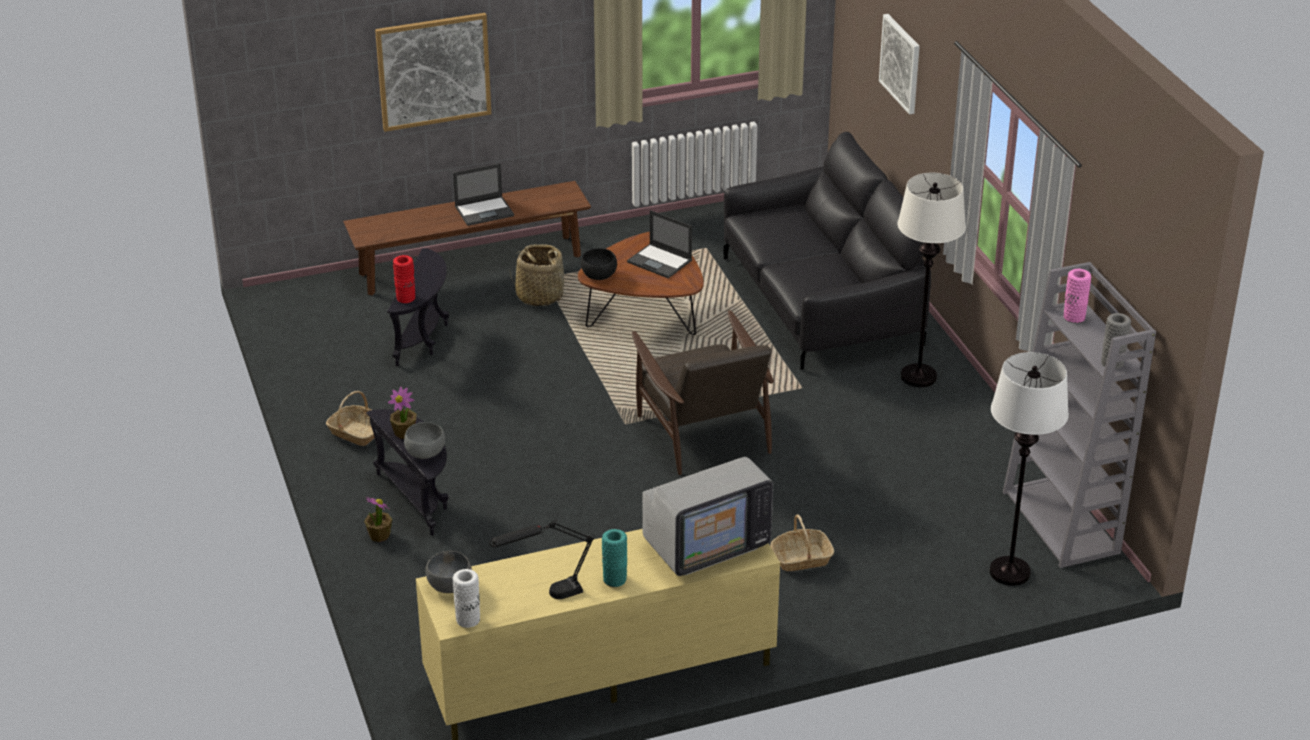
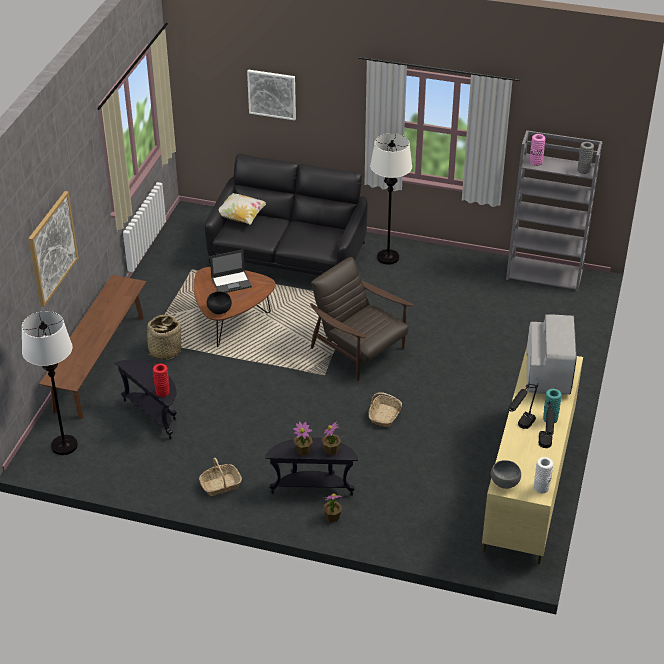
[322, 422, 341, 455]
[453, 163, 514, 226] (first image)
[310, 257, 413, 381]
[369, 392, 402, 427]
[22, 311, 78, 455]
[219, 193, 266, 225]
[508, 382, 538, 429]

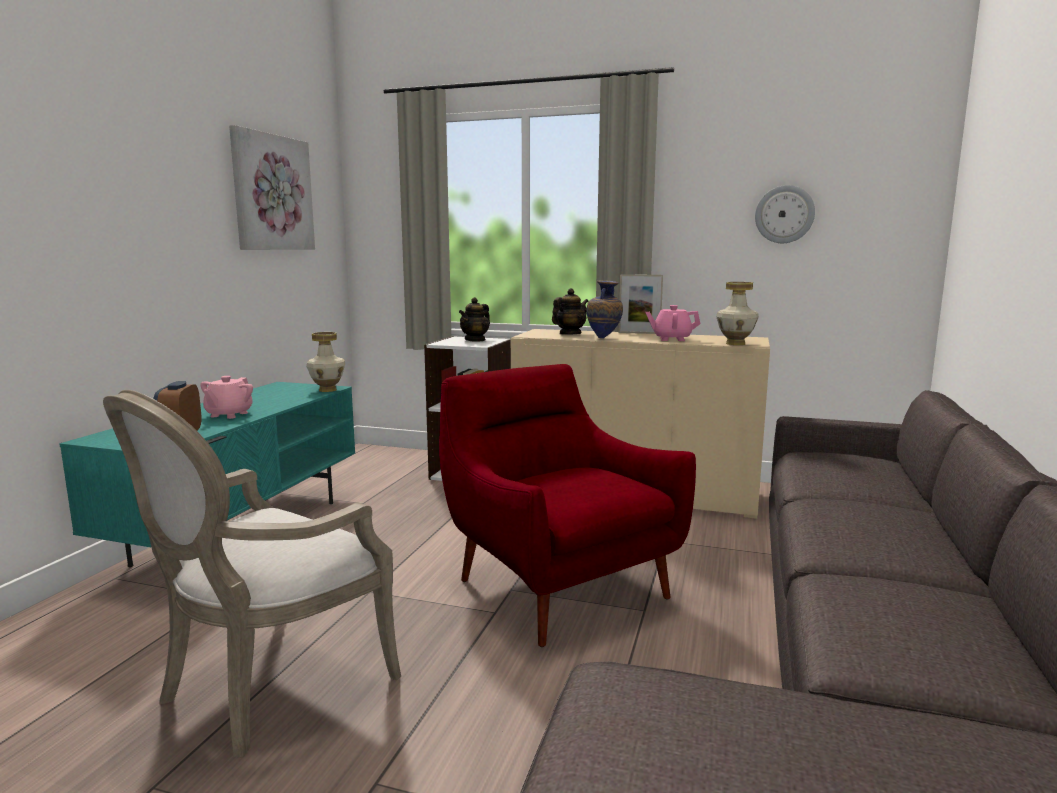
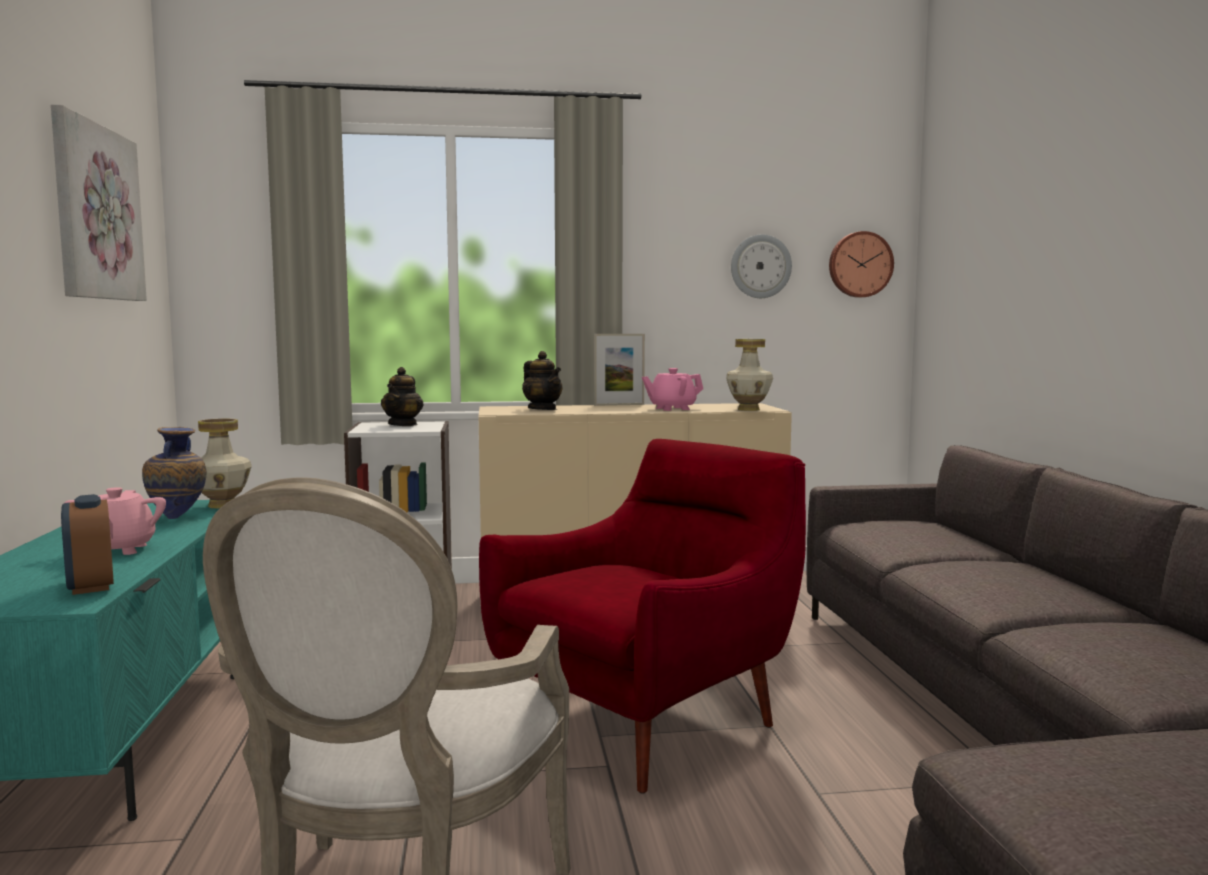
[479, 439, 806, 794]
[522, 351, 562, 410]
[142, 427, 206, 519]
[829, 231, 894, 298]

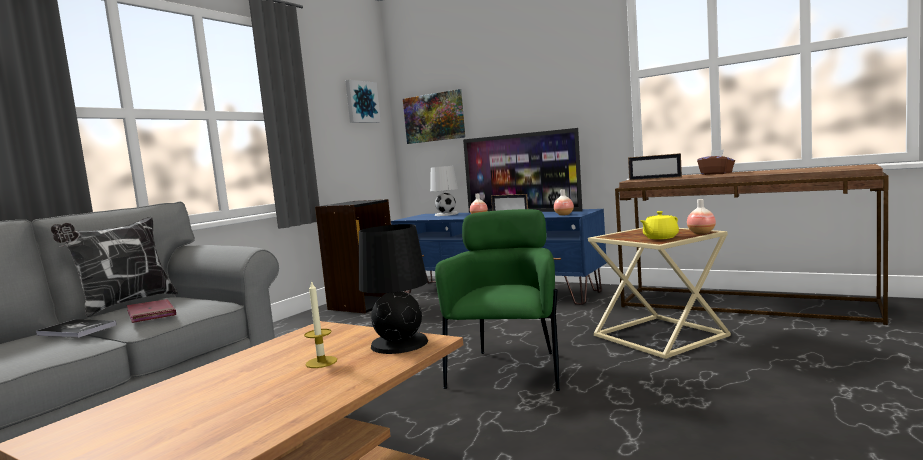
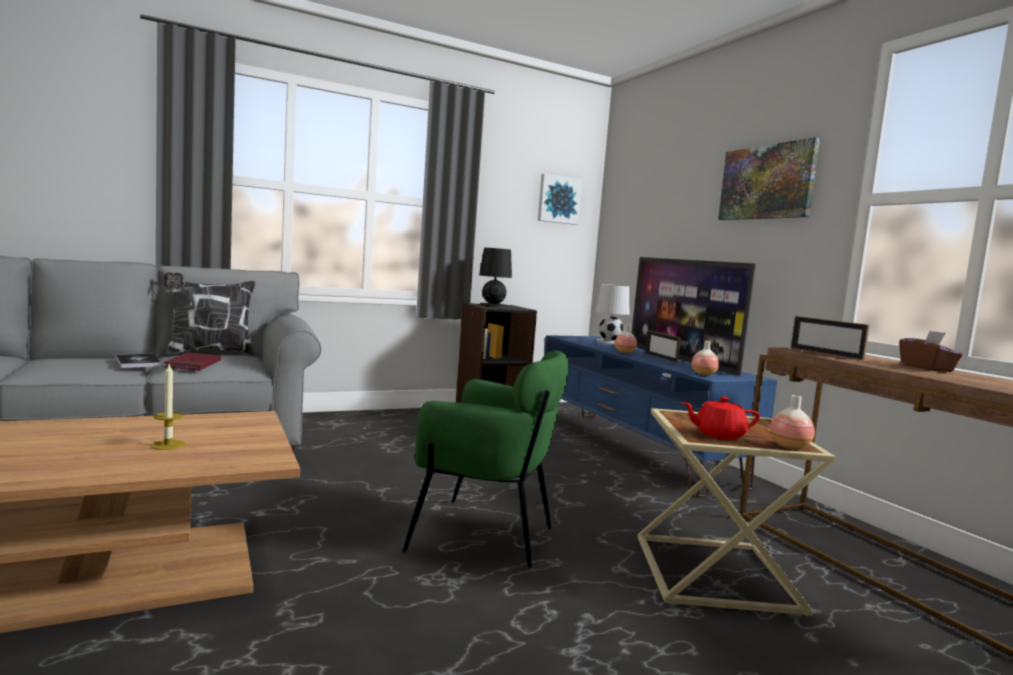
[479, 248, 512, 307]
[718, 137, 820, 220]
[402, 351, 569, 568]
[682, 397, 760, 440]

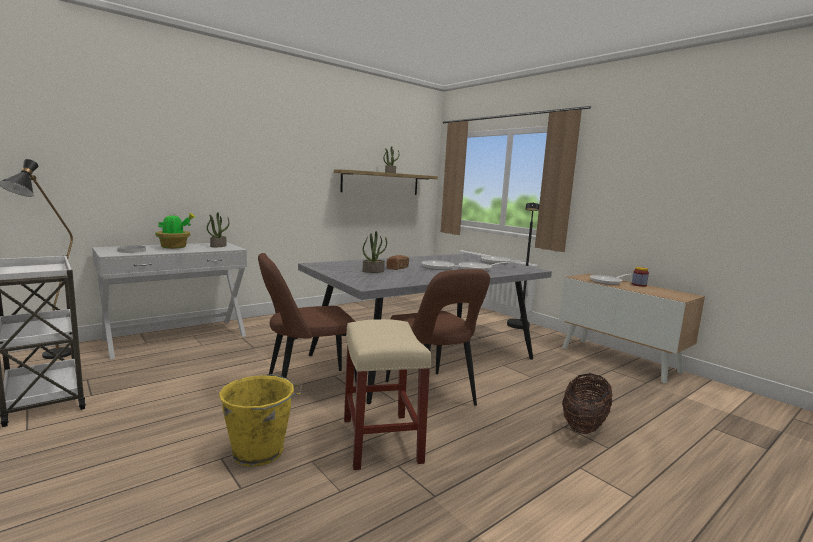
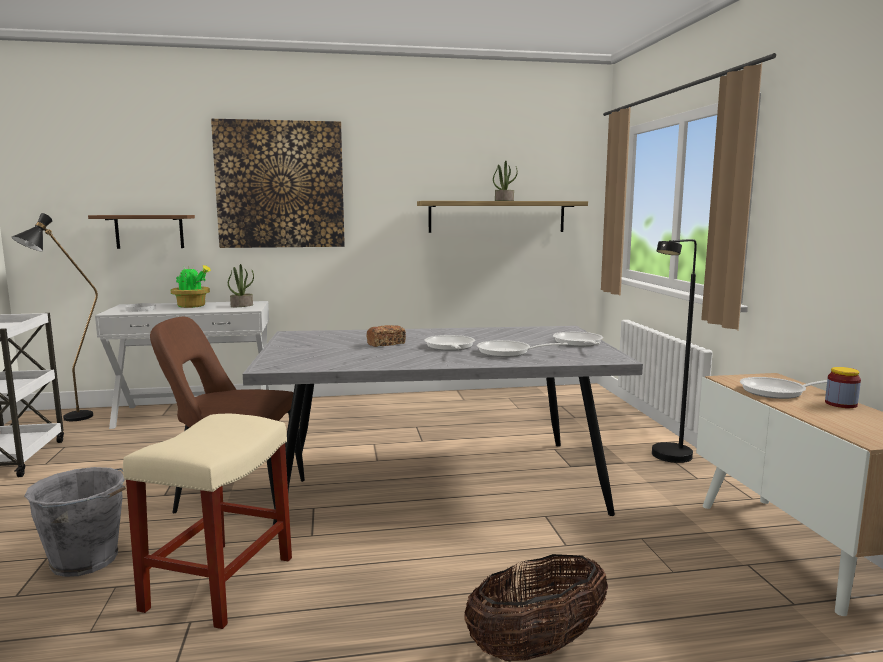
[24, 467, 126, 577]
[363, 231, 387, 273] (first image)
[386, 269, 490, 406] (first image)
[88, 215, 195, 249]
[211, 119, 345, 248]

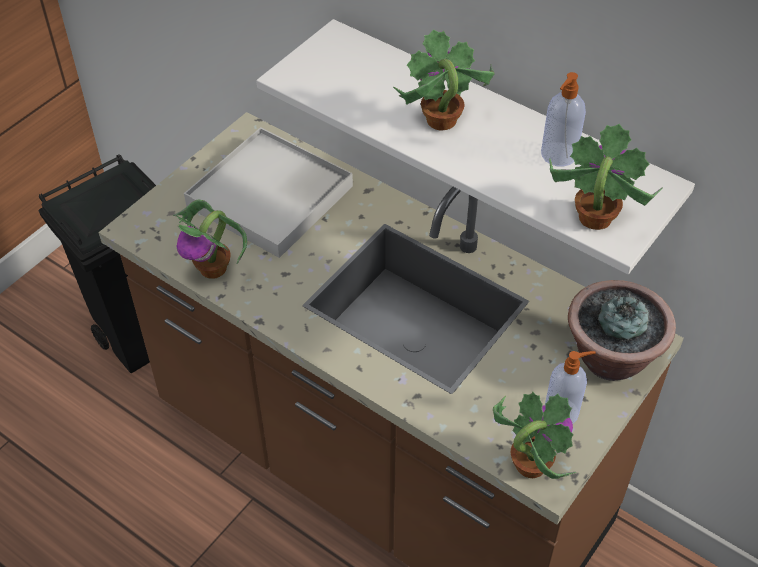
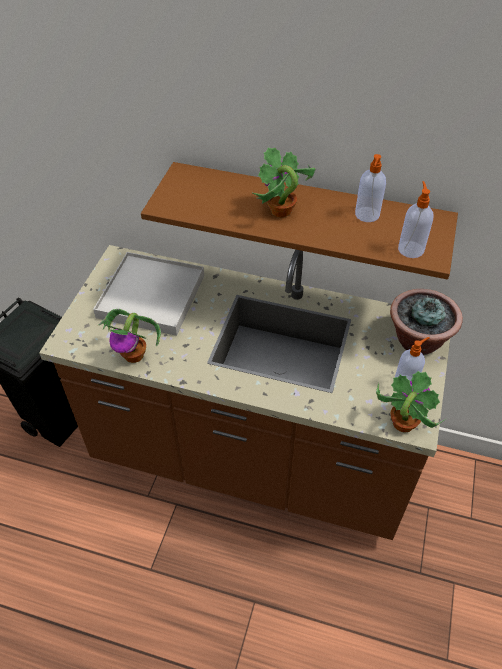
[141, 162, 458, 279]
[398, 181, 433, 258]

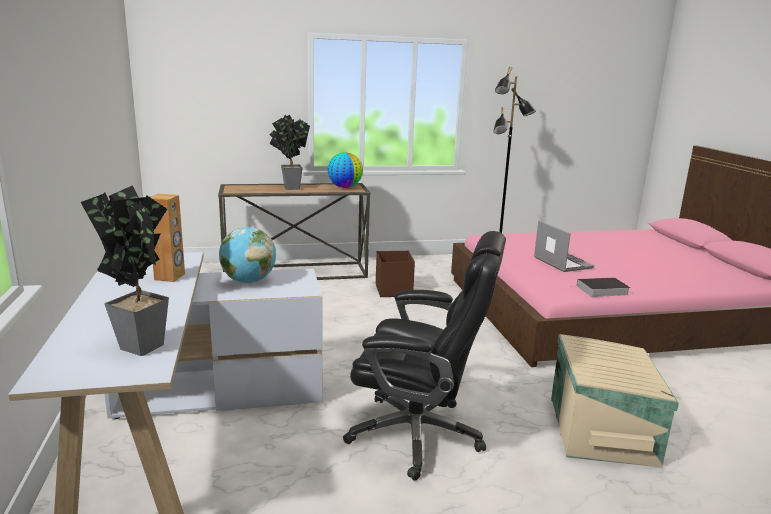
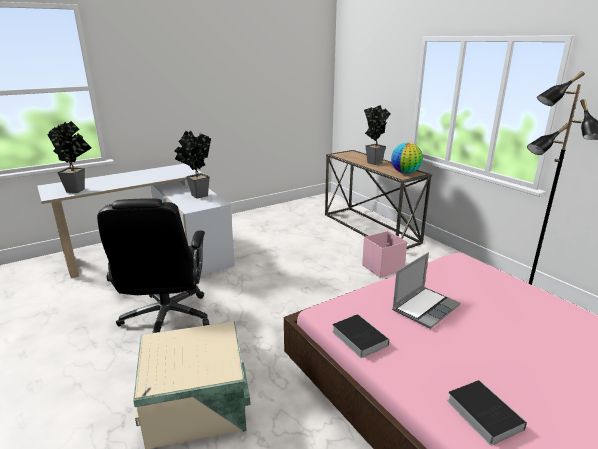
[150, 194, 185, 282] (first image)
[175, 131, 211, 198]
[362, 231, 407, 278]
[447, 380, 527, 446]

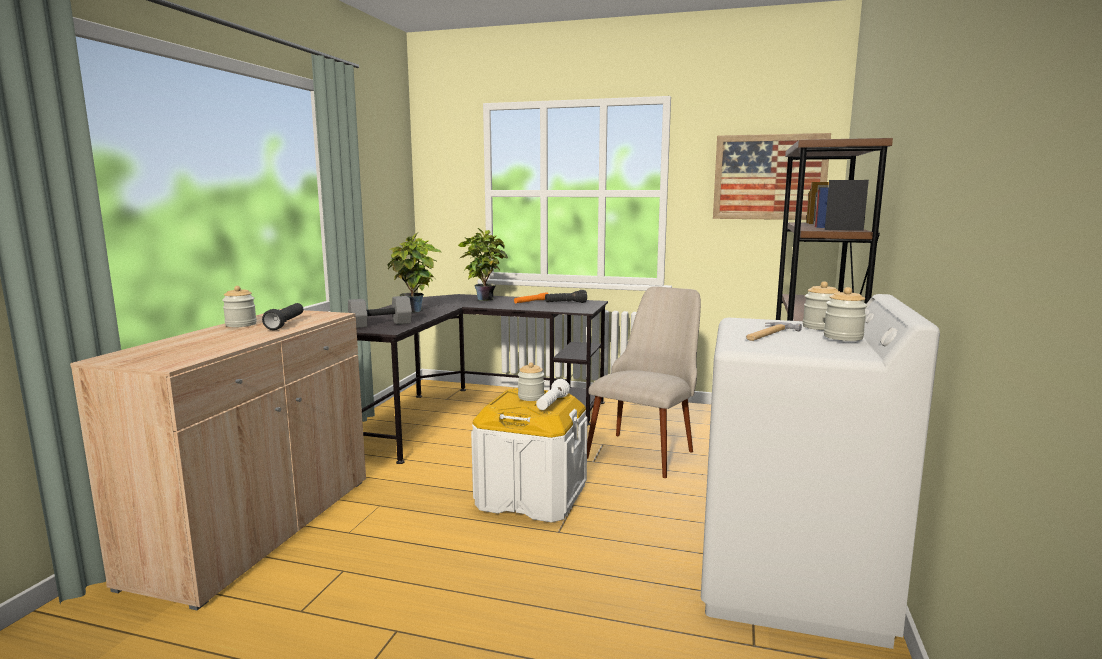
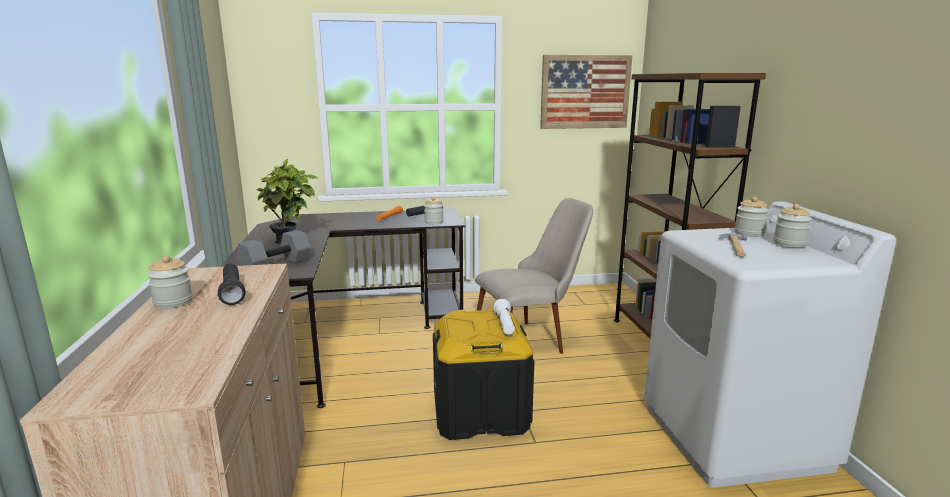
[458, 228, 508, 301] (first image)
[433, 308, 534, 440]
[424, 197, 443, 224]
[476, 198, 593, 354]

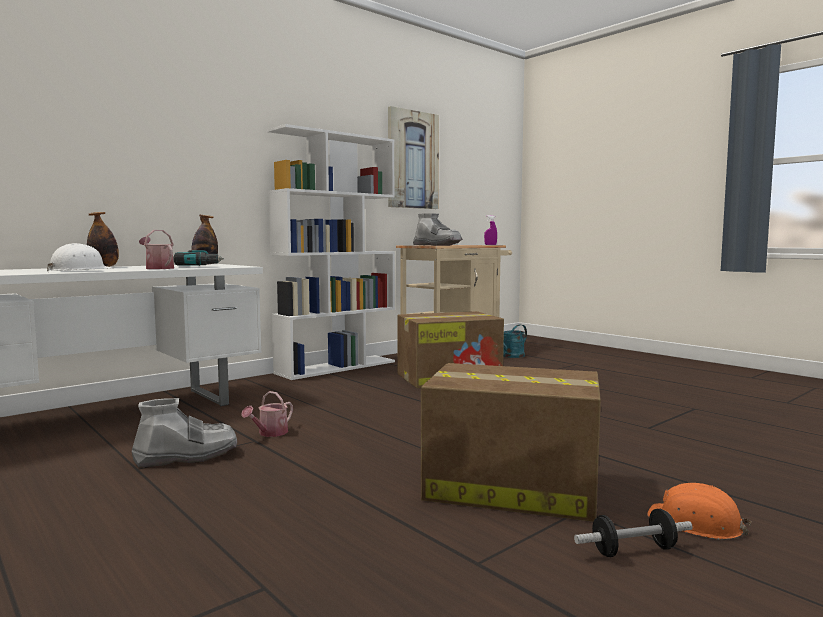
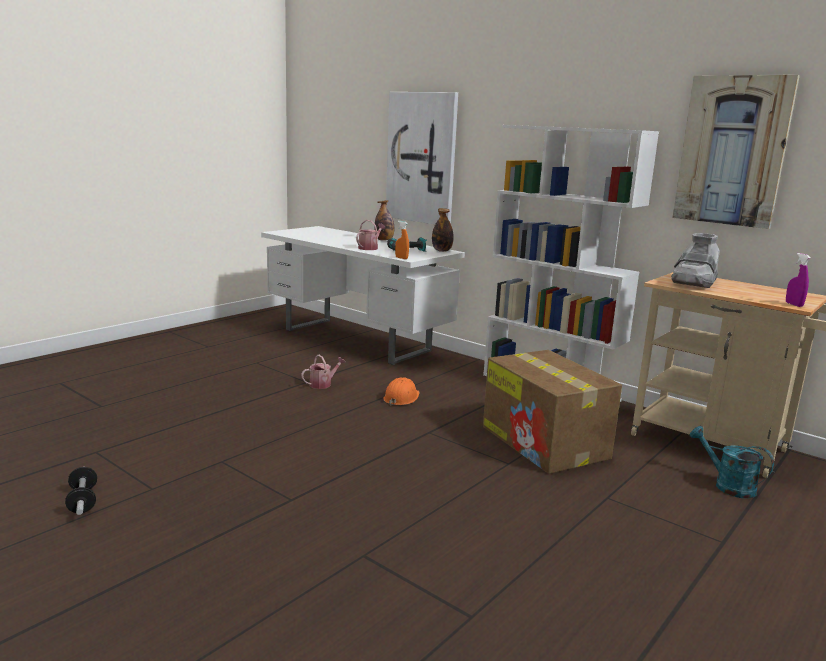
[47, 243, 112, 271] (first image)
[132, 398, 237, 468] (first image)
[301, 355, 346, 389]
[421, 363, 601, 522] (first image)
[383, 378, 420, 406]
[386, 92, 458, 224]
[395, 221, 409, 259]

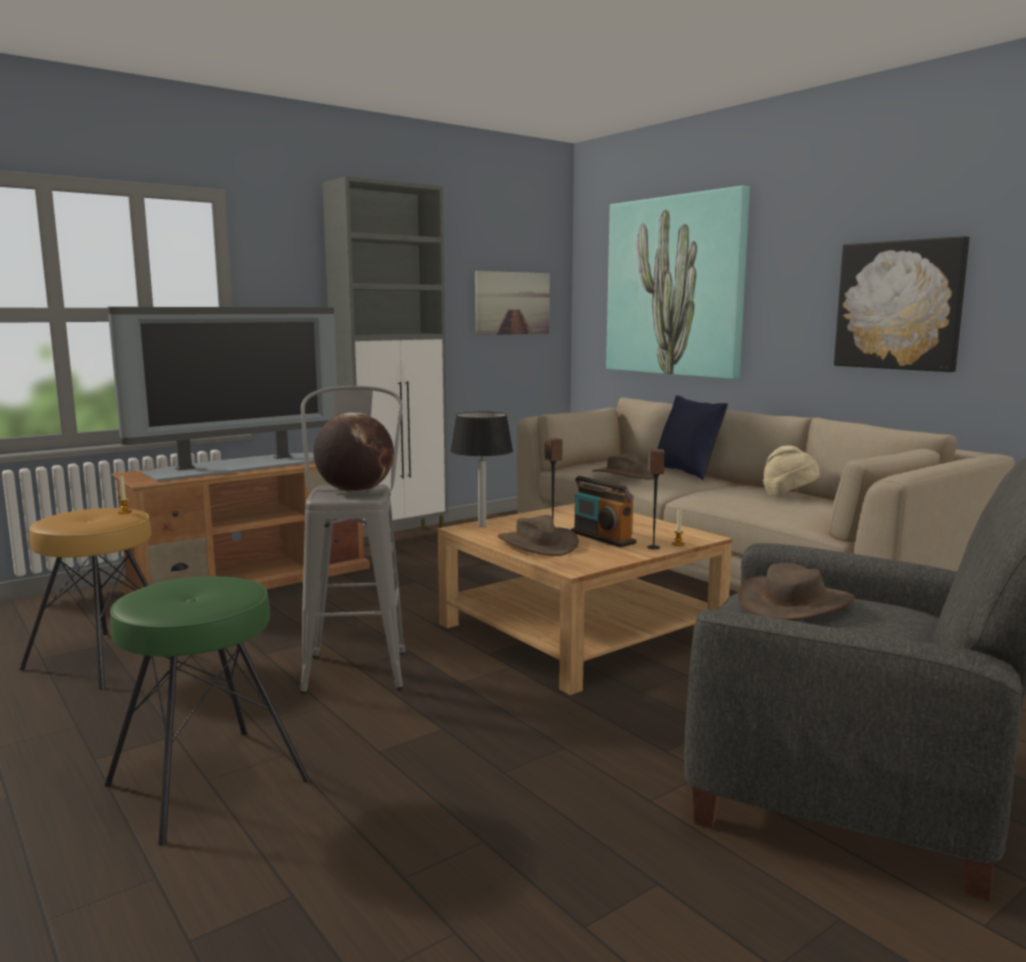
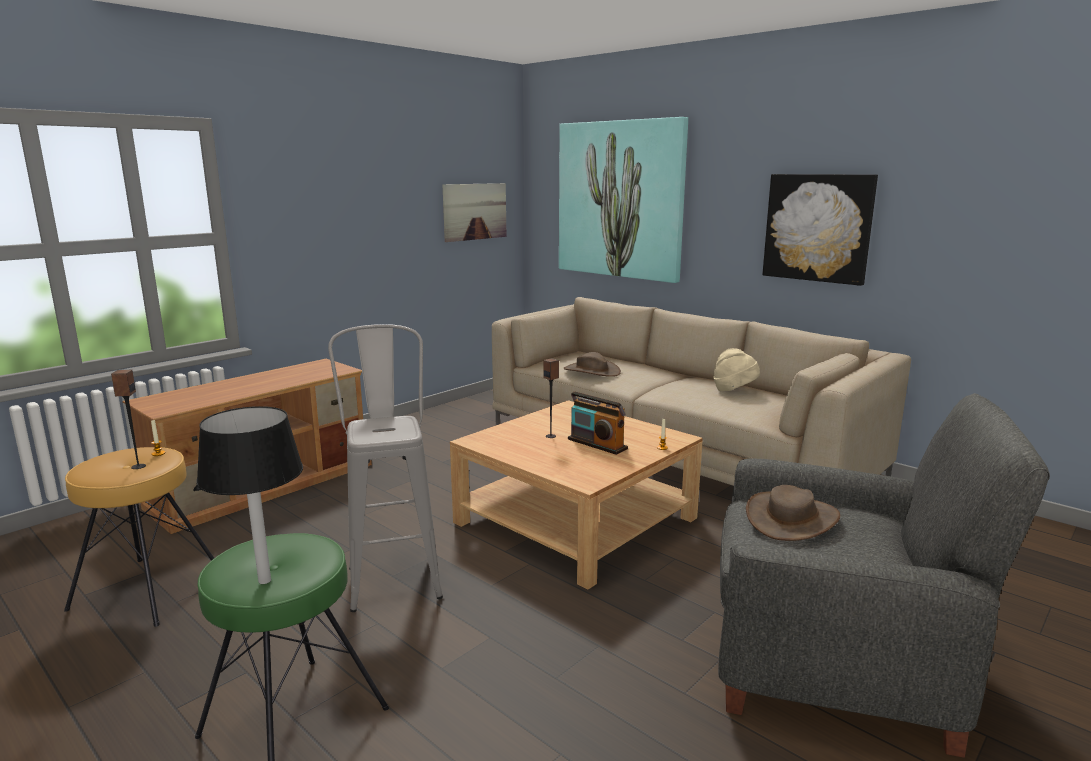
[108, 307, 337, 482] (first image)
[314, 412, 394, 493] (first image)
[322, 176, 448, 529] (first image)
[197, 406, 303, 584]
[498, 515, 579, 556] (first image)
[111, 370, 146, 469]
[657, 395, 728, 480] (first image)

